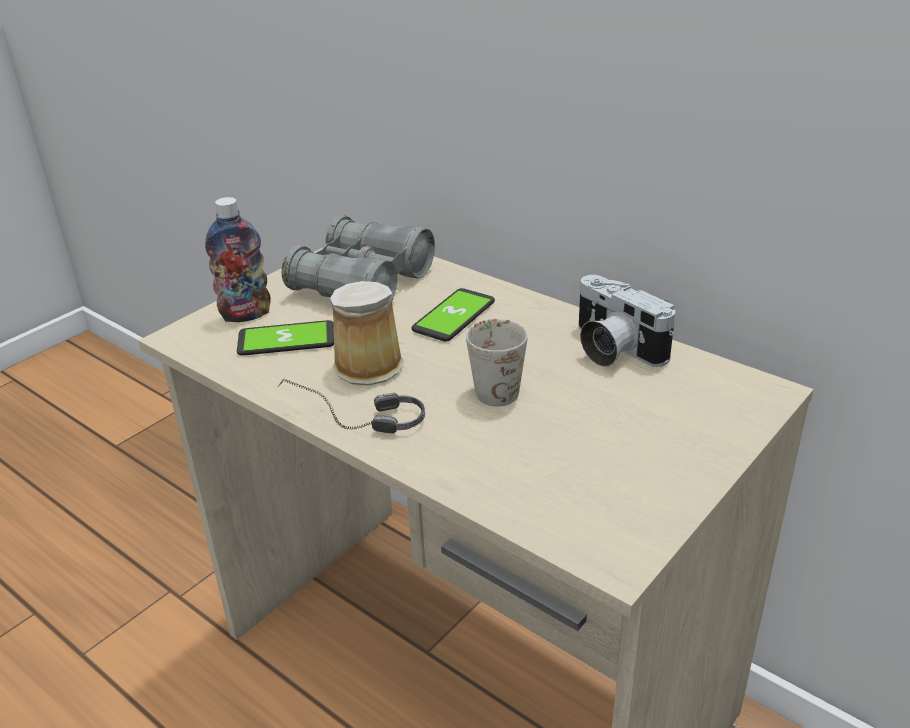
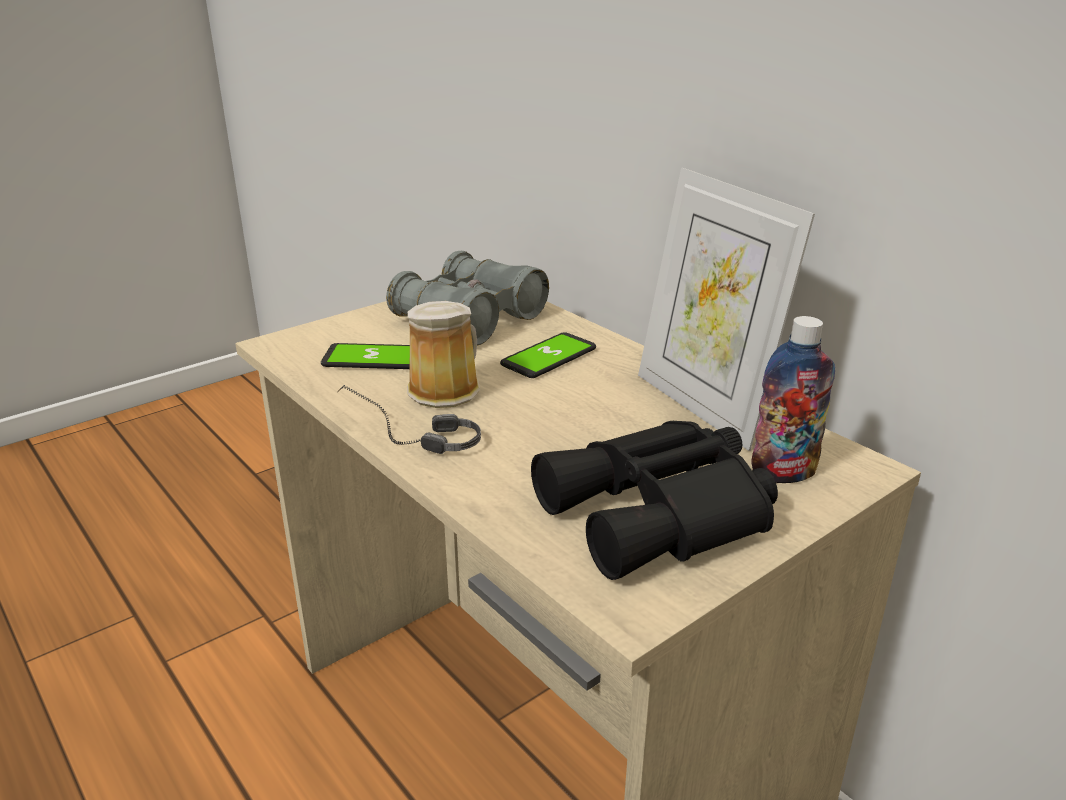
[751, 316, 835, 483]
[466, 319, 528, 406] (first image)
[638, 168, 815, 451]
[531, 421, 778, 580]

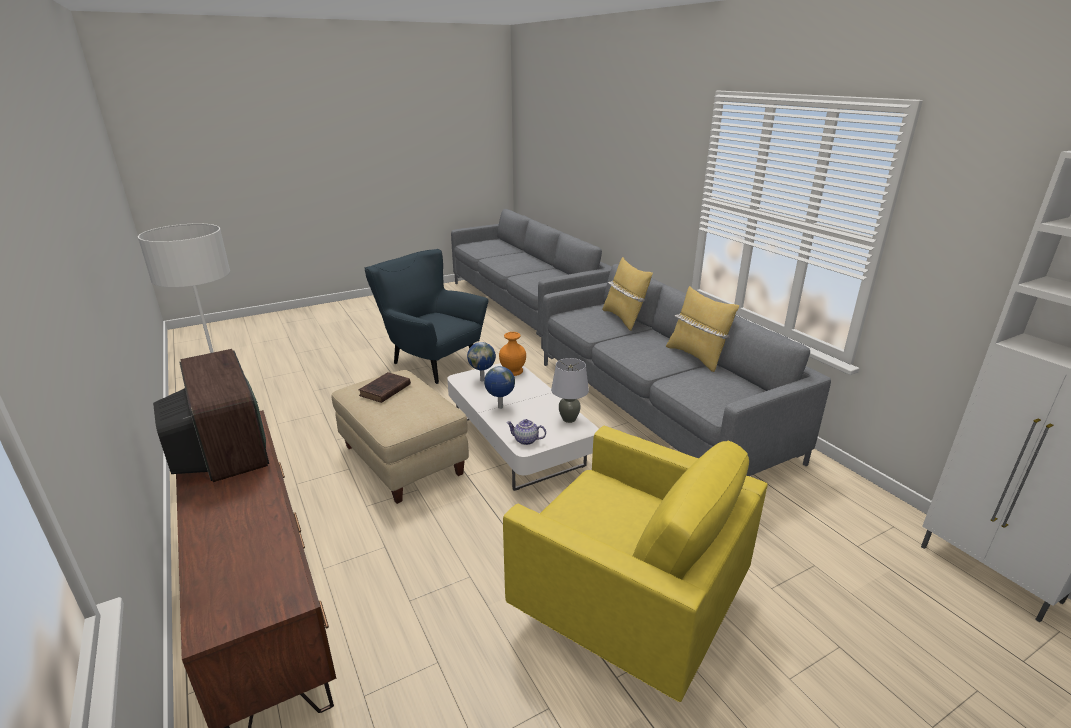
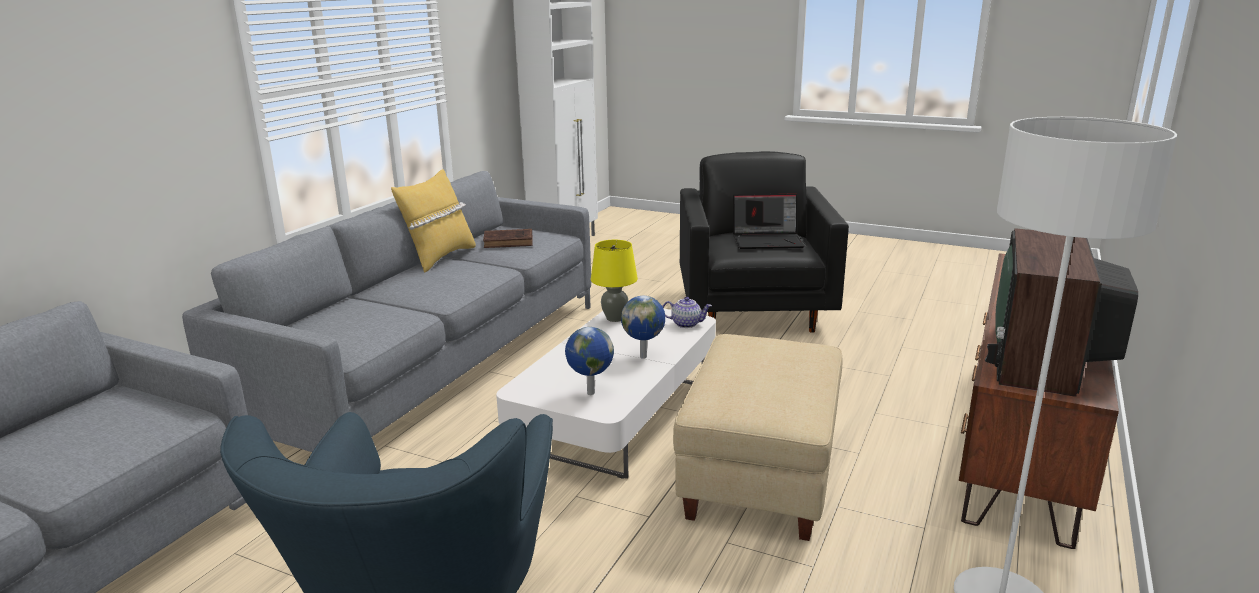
[483, 229, 532, 248]
[499, 332, 526, 376] (first image)
[680, 151, 849, 333]
[662, 297, 712, 328]
[591, 240, 638, 322]
[602, 257, 653, 331] (first image)
[733, 193, 805, 249]

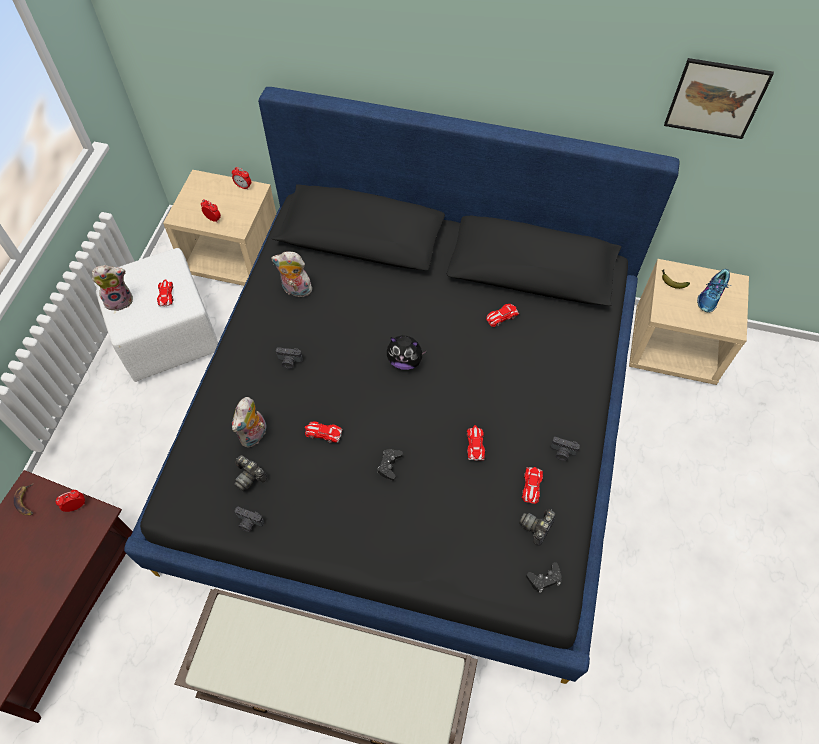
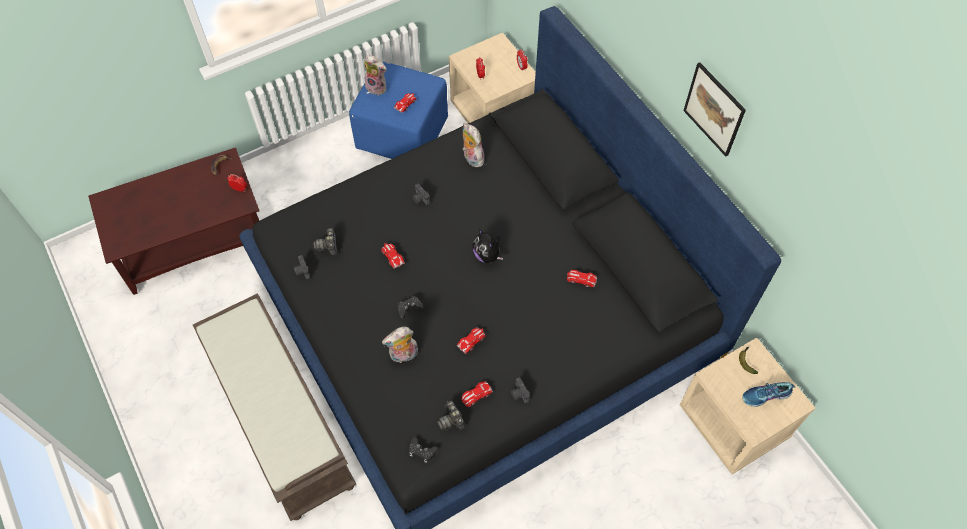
[349, 62, 448, 159]
[382, 326, 418, 363]
[437, 401, 465, 431]
[683, 62, 746, 157]

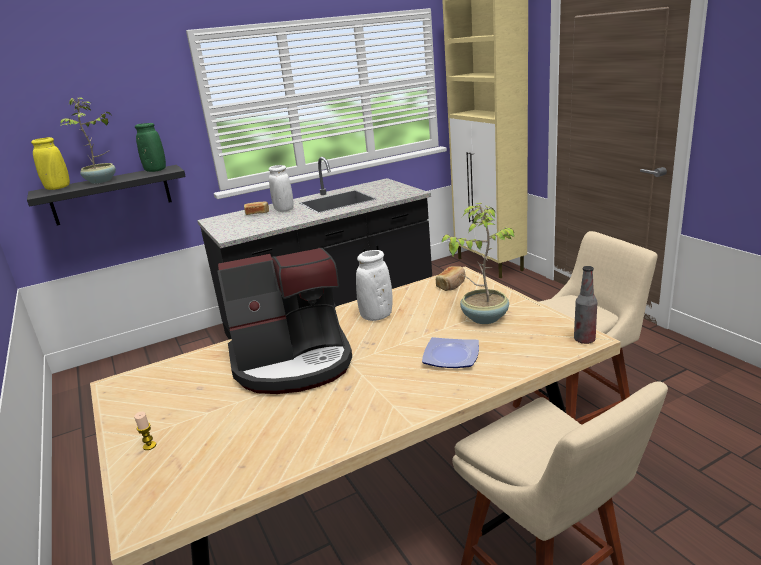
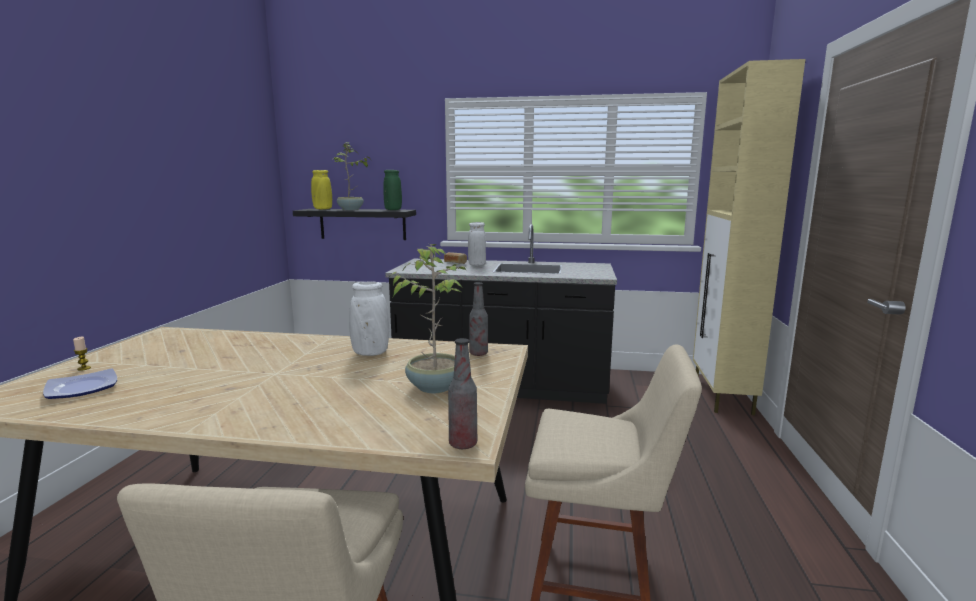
[217, 248, 352, 394] (first image)
[43, 368, 117, 399]
[469, 282, 488, 356]

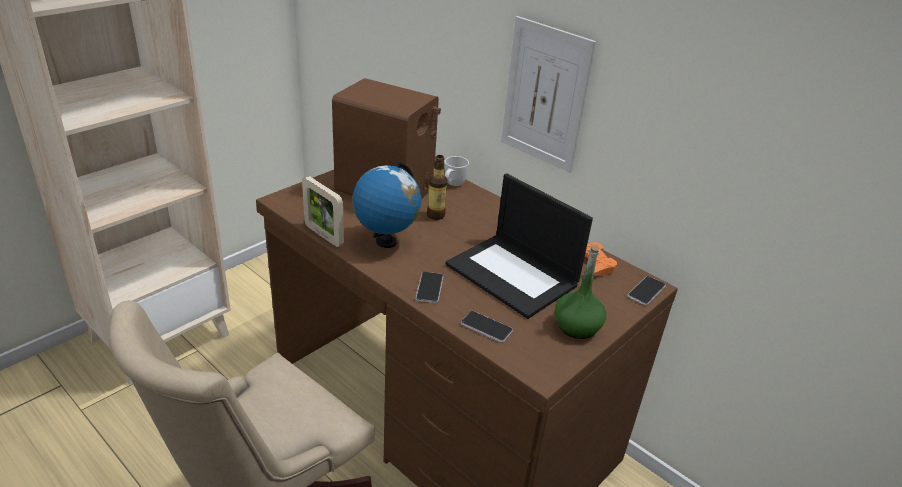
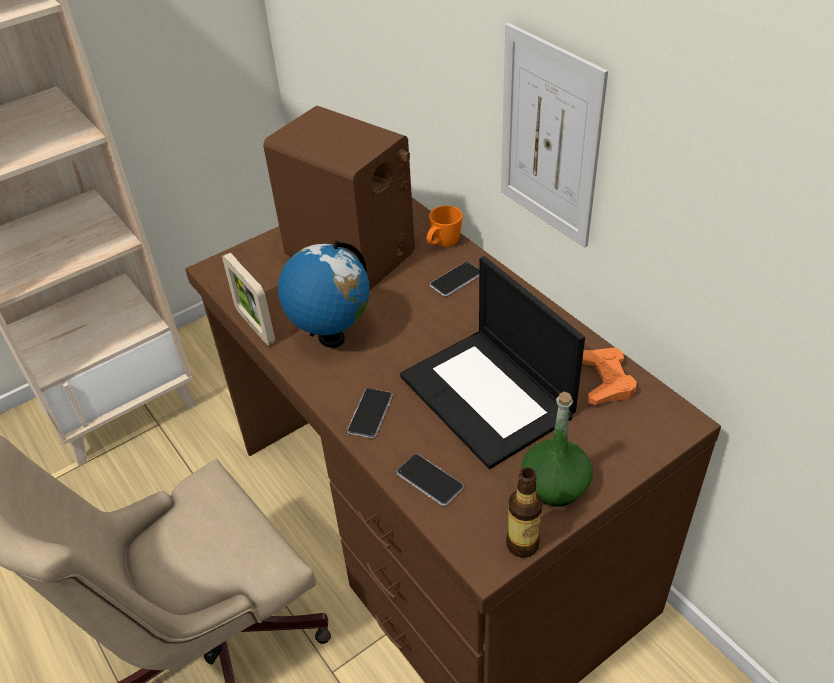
[506, 467, 543, 558]
[427, 206, 463, 247]
[430, 262, 479, 297]

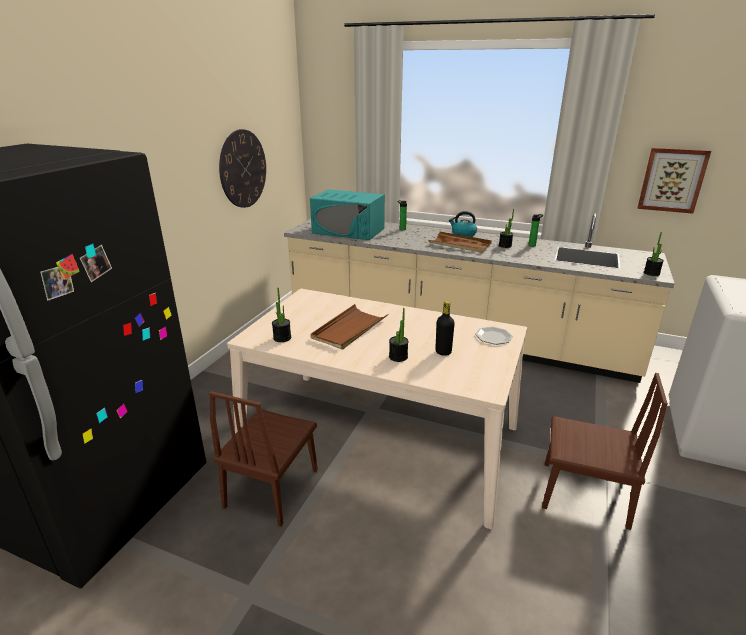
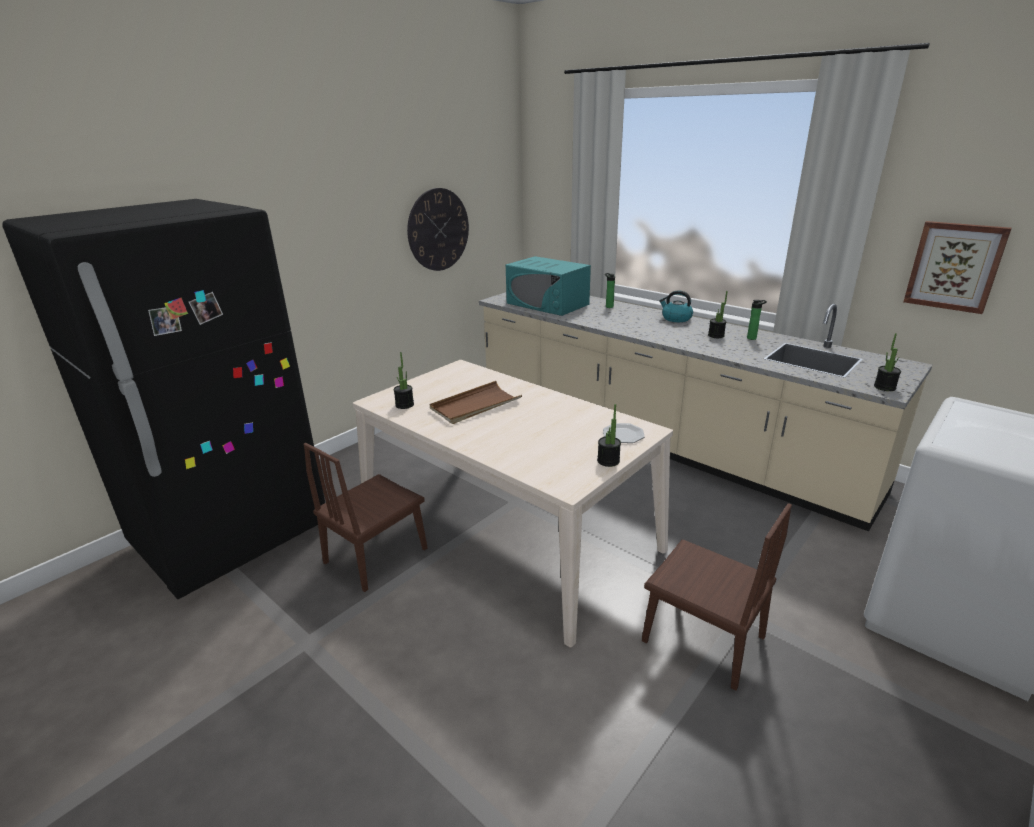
[597, 404, 621, 467]
[429, 232, 492, 253] (first image)
[435, 301, 455, 356] (first image)

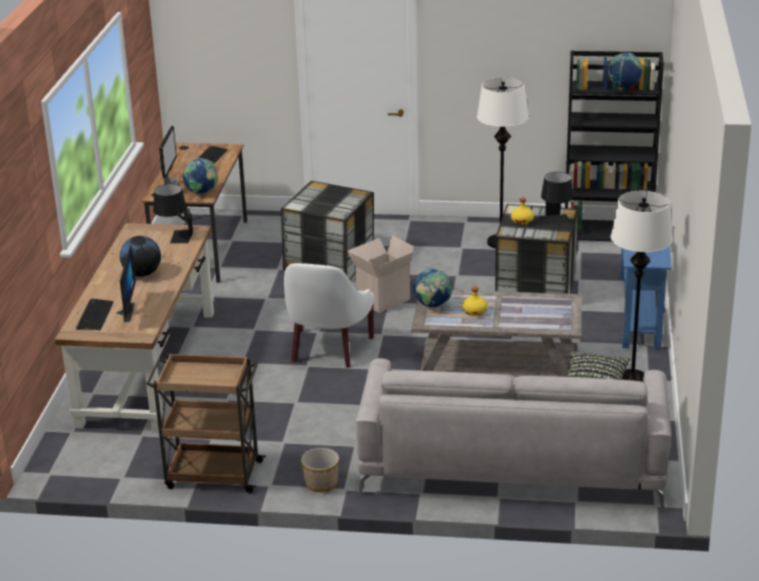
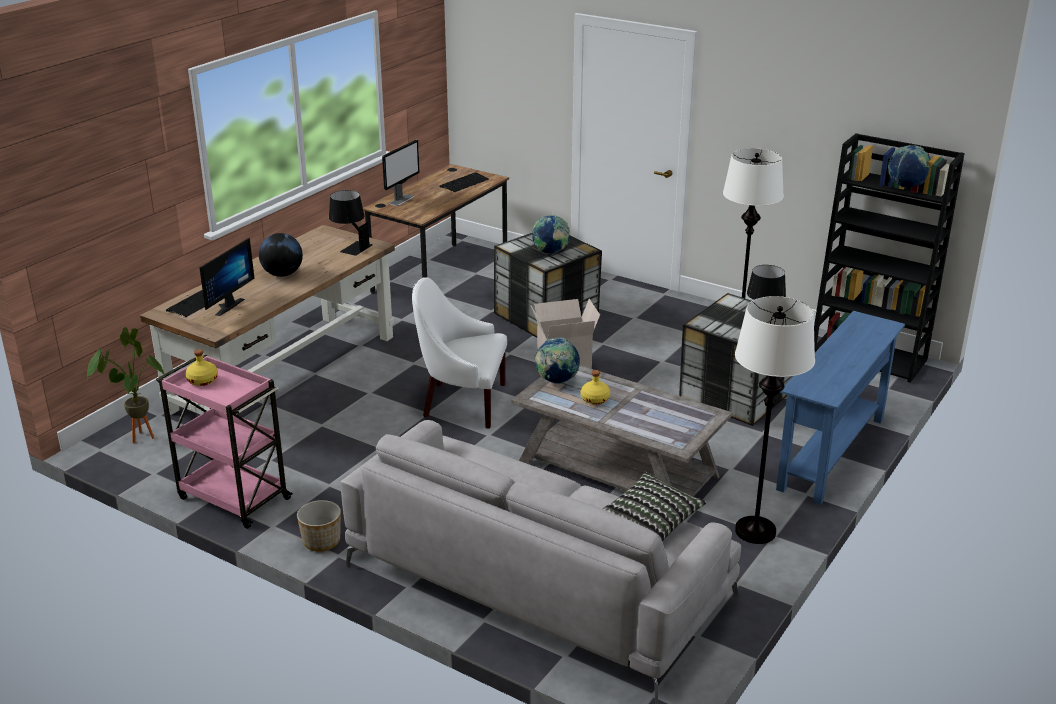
[156, 355, 293, 529]
[532, 215, 569, 255]
[412, 277, 507, 429]
[185, 349, 218, 386]
[87, 327, 164, 443]

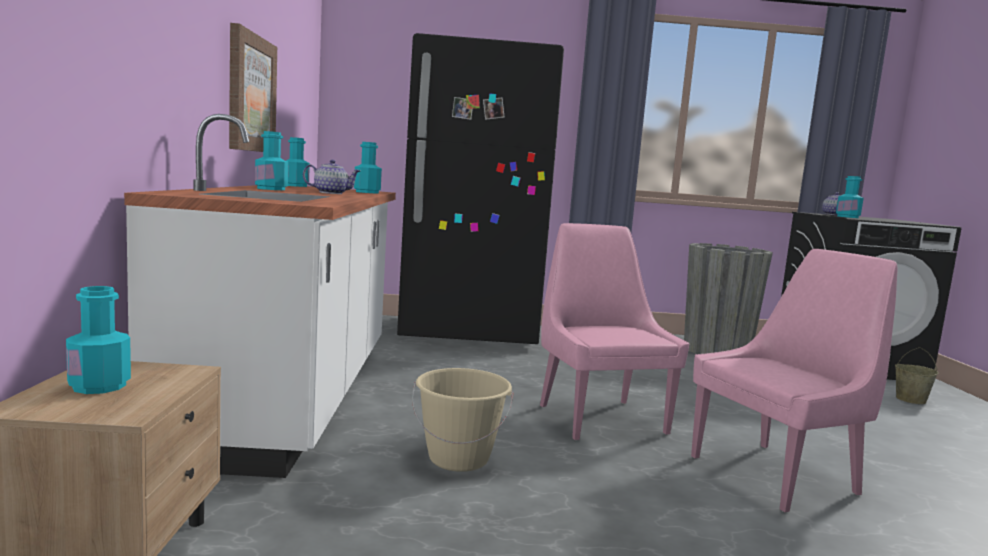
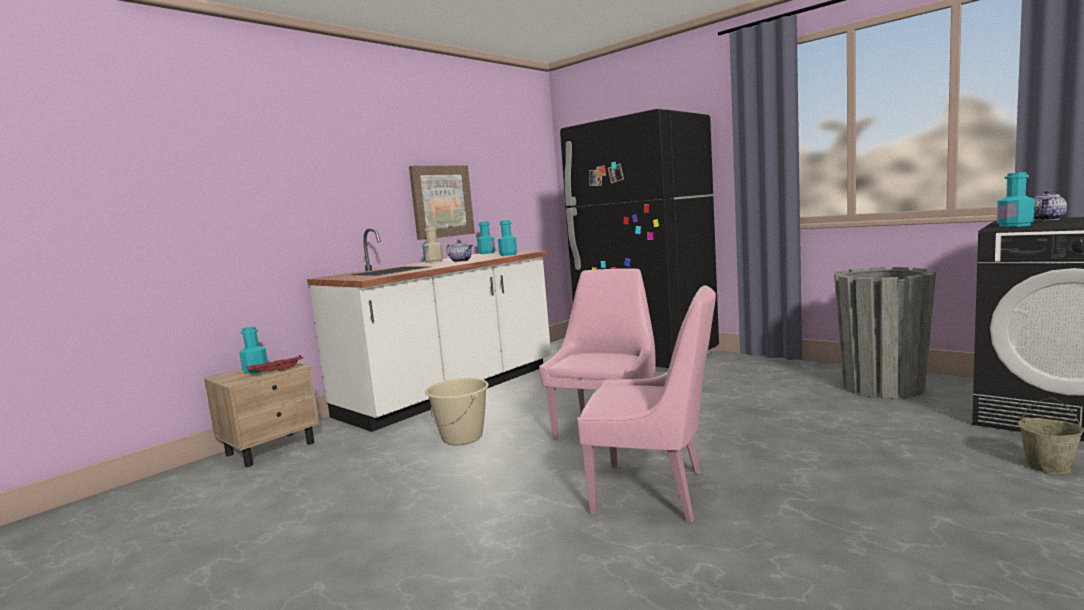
[423, 227, 444, 263]
[246, 355, 303, 372]

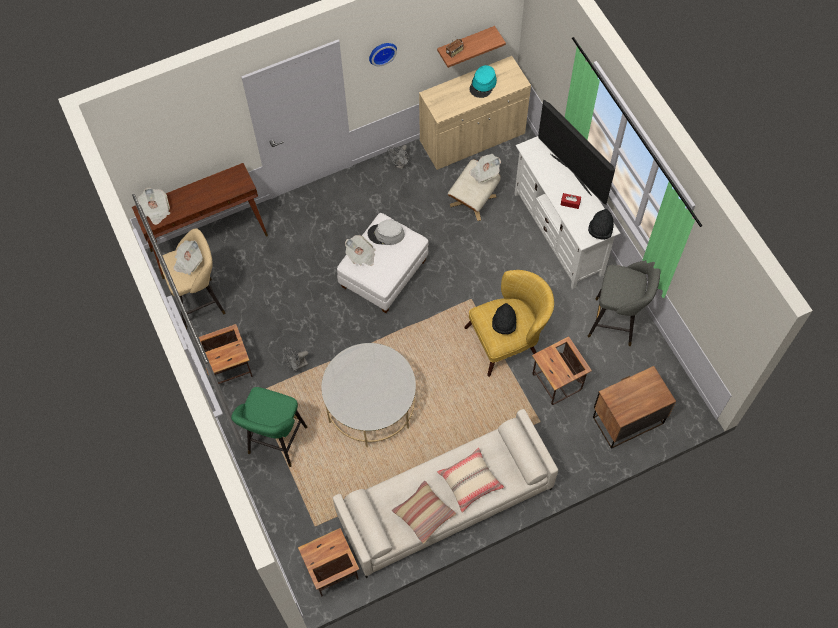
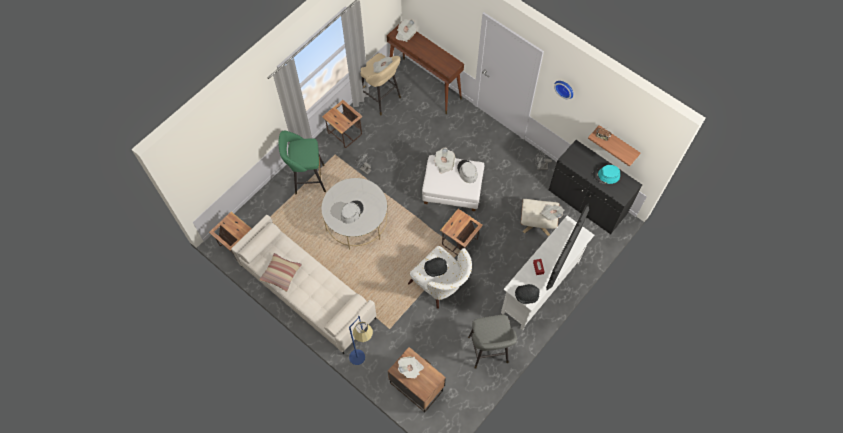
[549, 140, 642, 234]
[437, 448, 505, 513] (first image)
[408, 246, 472, 309]
[440, 209, 483, 256]
[341, 200, 364, 224]
[349, 316, 373, 365]
[398, 356, 424, 378]

